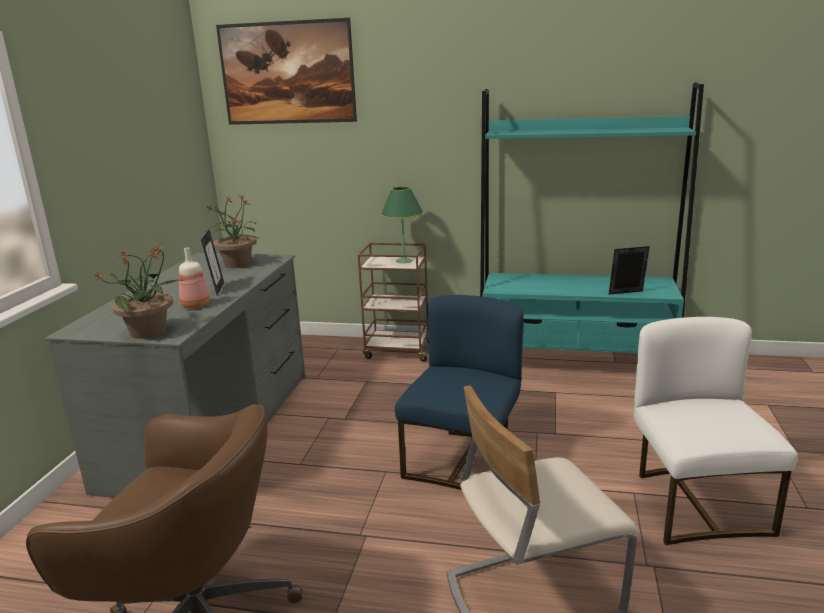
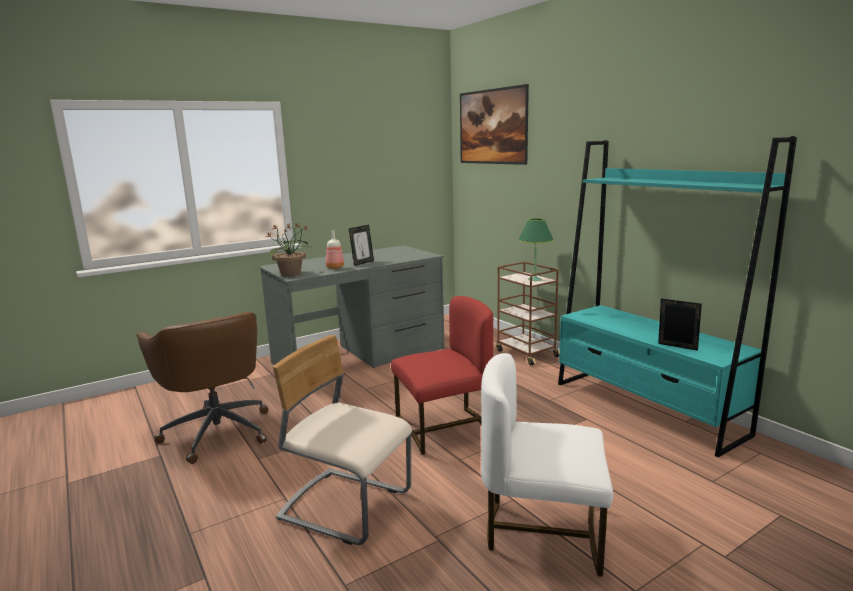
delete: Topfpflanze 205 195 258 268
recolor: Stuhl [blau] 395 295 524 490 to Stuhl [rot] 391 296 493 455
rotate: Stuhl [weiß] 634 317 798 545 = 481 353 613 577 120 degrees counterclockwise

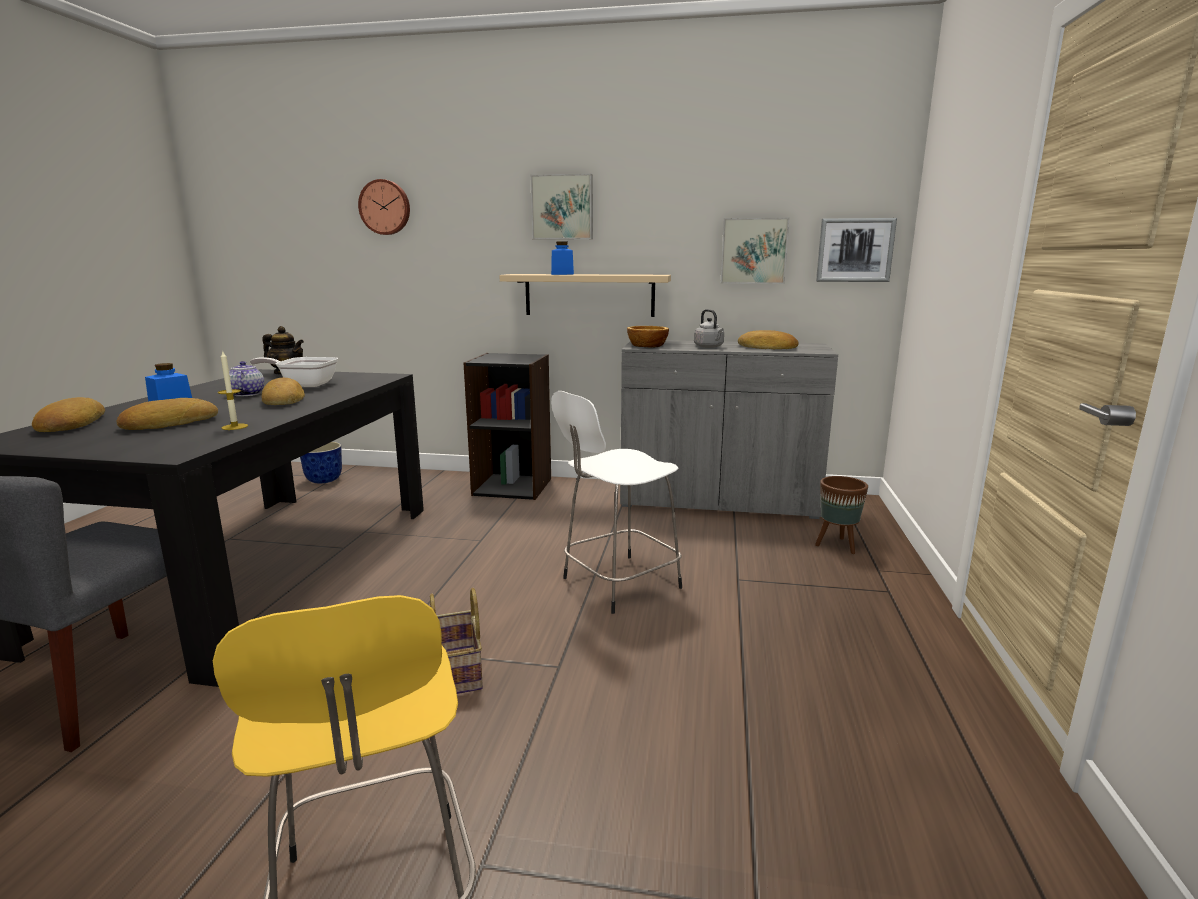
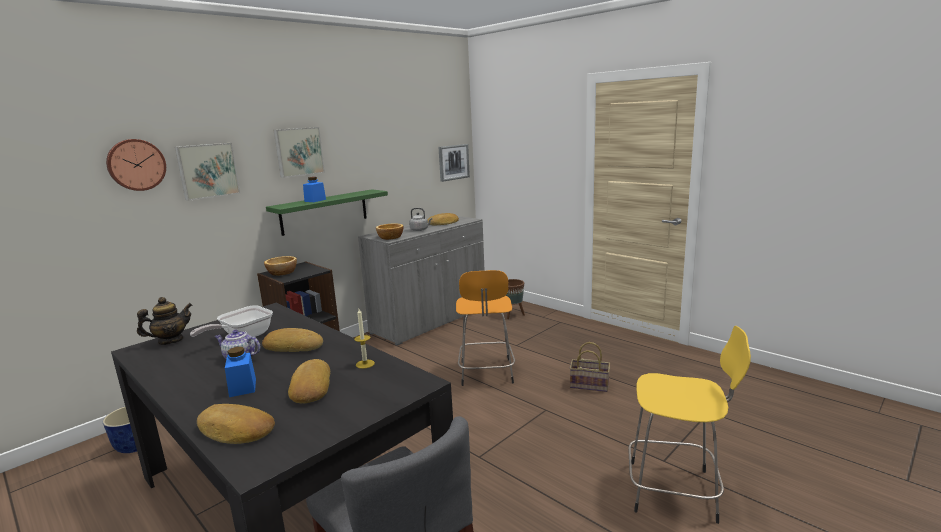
insert: Schüssel 264 256 297 276
move: Korb 430 588 483 694 to 569 342 610 392; Bild 720 218 789 284 to 175 143 240 201
recolor: Wandregal [beige] 499 274 671 317 to Wandregal [grün] 266 189 388 236; Hocker [weiß] 551 391 682 614 to Hocker [orange] 456 270 515 386

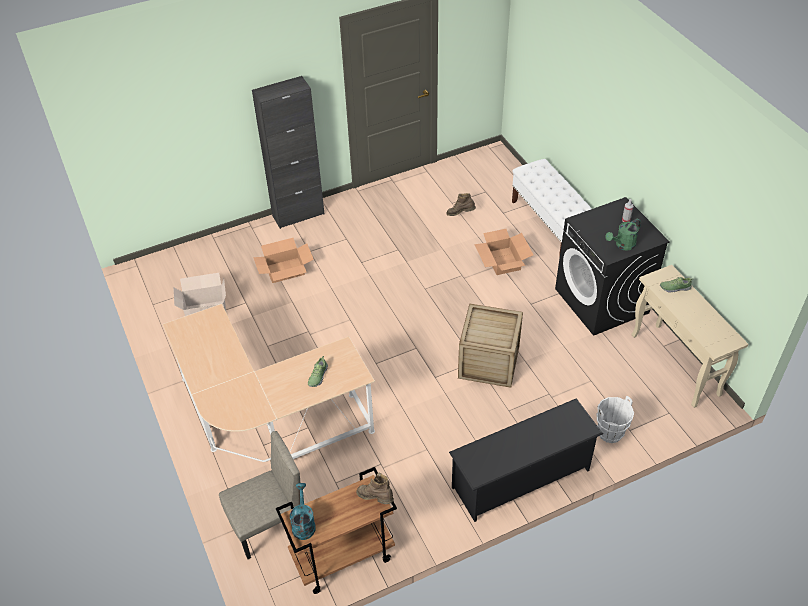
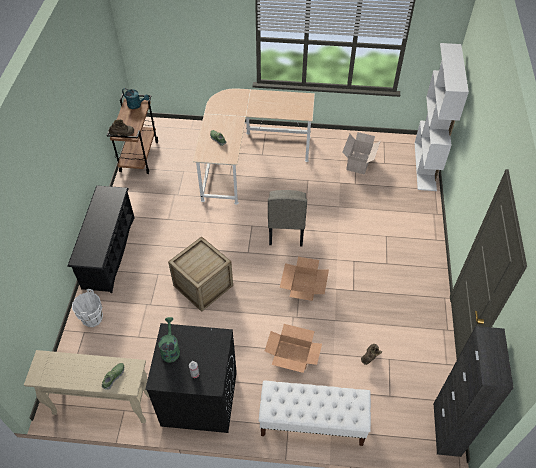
insert: Bücherregal [weiß] 415 43 469 191
move: Stuhl [beige] 219 431 300 559 to 268 190 307 246; Schrank [schwarz] 252 76 324 229 to 433 326 514 457; Karton 253 238 314 283 to 280 257 329 301

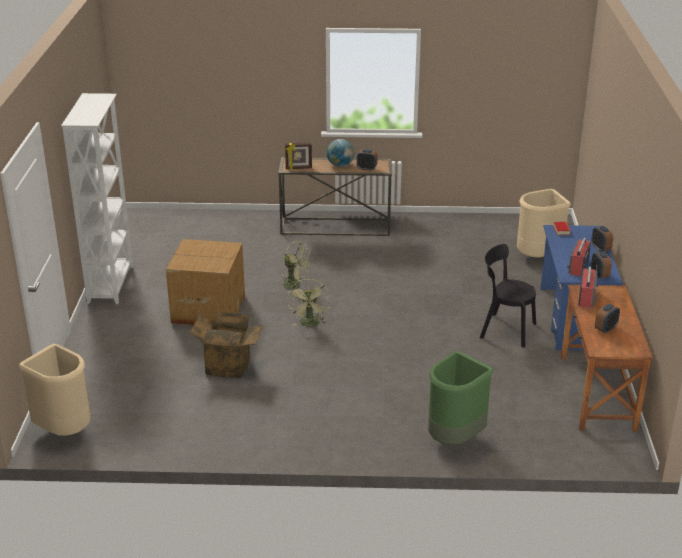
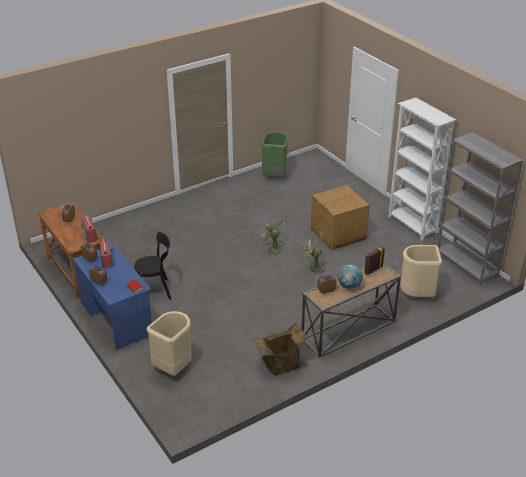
insert: Bücherregal [grau] 437 132 523 286
move: Mülleimer [beige] 19 344 91 436 to 400 245 442 297; Karton 189 312 264 378 to 252 322 308 376; Mülleimer [grün] 428 351 493 445 to 261 131 288 177

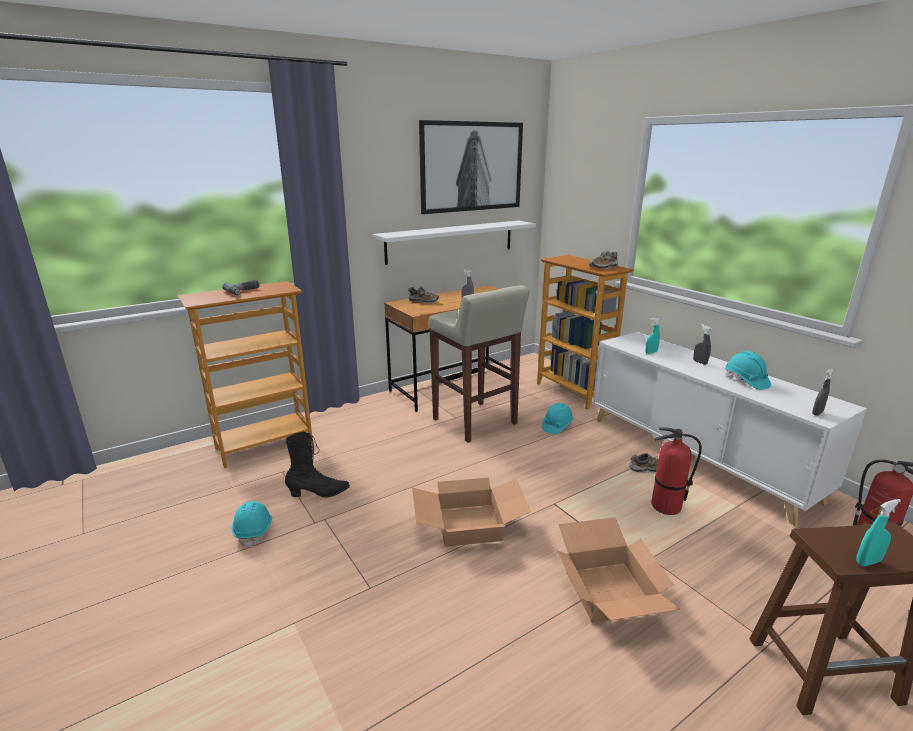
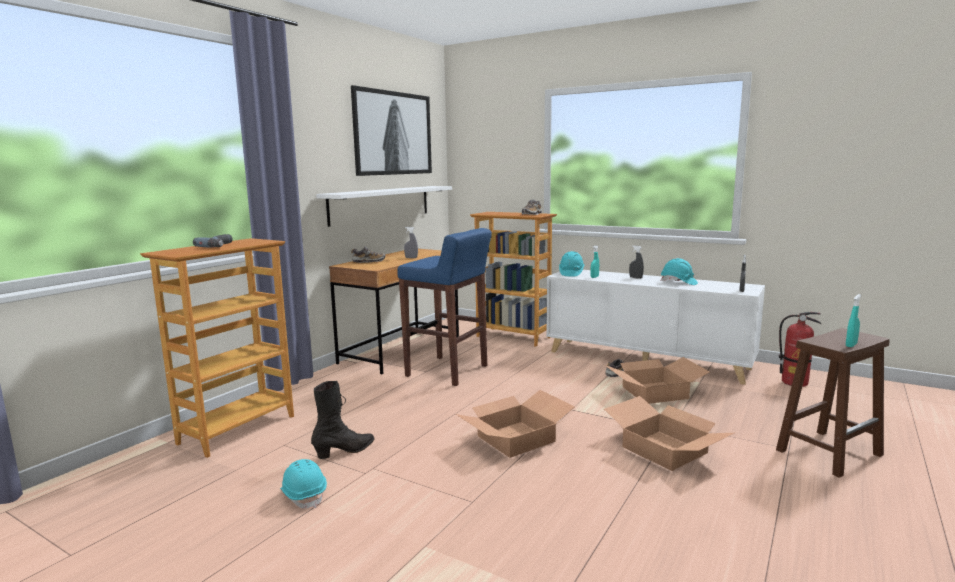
move: Schutzhelm [türkis] 542 403 574 435 to 559 251 585 276
replace: Feuerlöscher 651 427 702 515 to Karton 605 357 710 404
recolor: Hocker [beige] 428 285 530 443 to Hocker [blau] 397 228 492 386

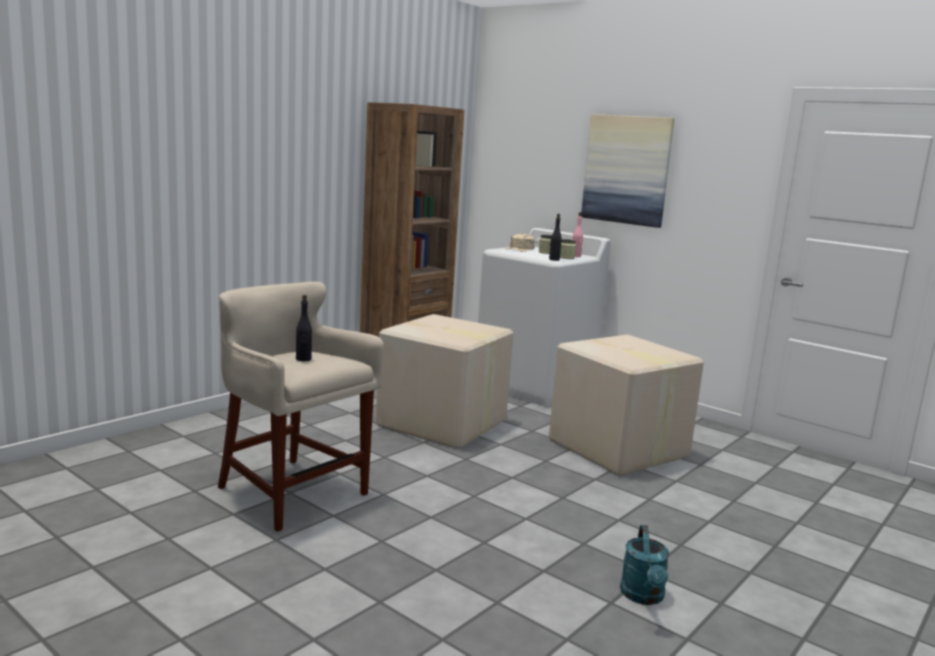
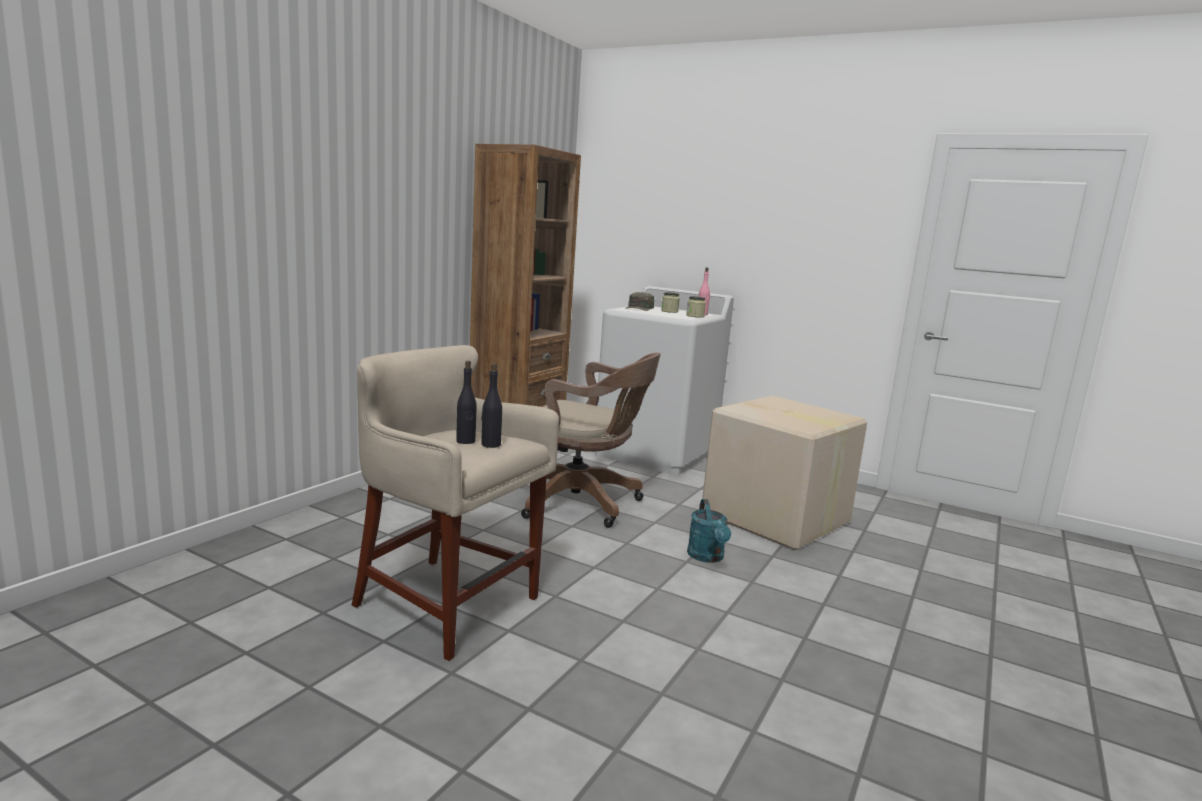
delete: Bild 581 114 675 228
move: Flasche [schwarz] 549 214 562 261 to 481 363 502 448; Gießkanne [türkis] 620 525 670 605 to 687 499 731 563
replace: Karton 376 314 513 449 to Bürostuhl [braun] 521 353 661 528
recolor: Kappe [beige] 506 234 535 252 to Kappe [grün] 625 292 654 311

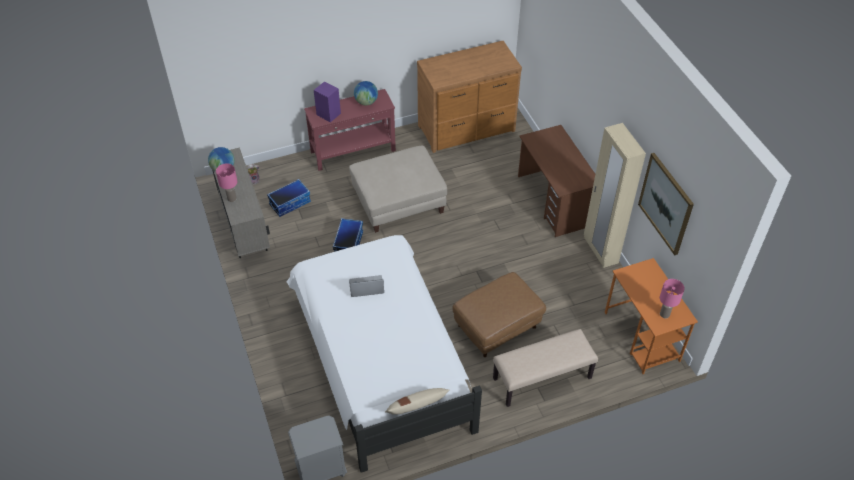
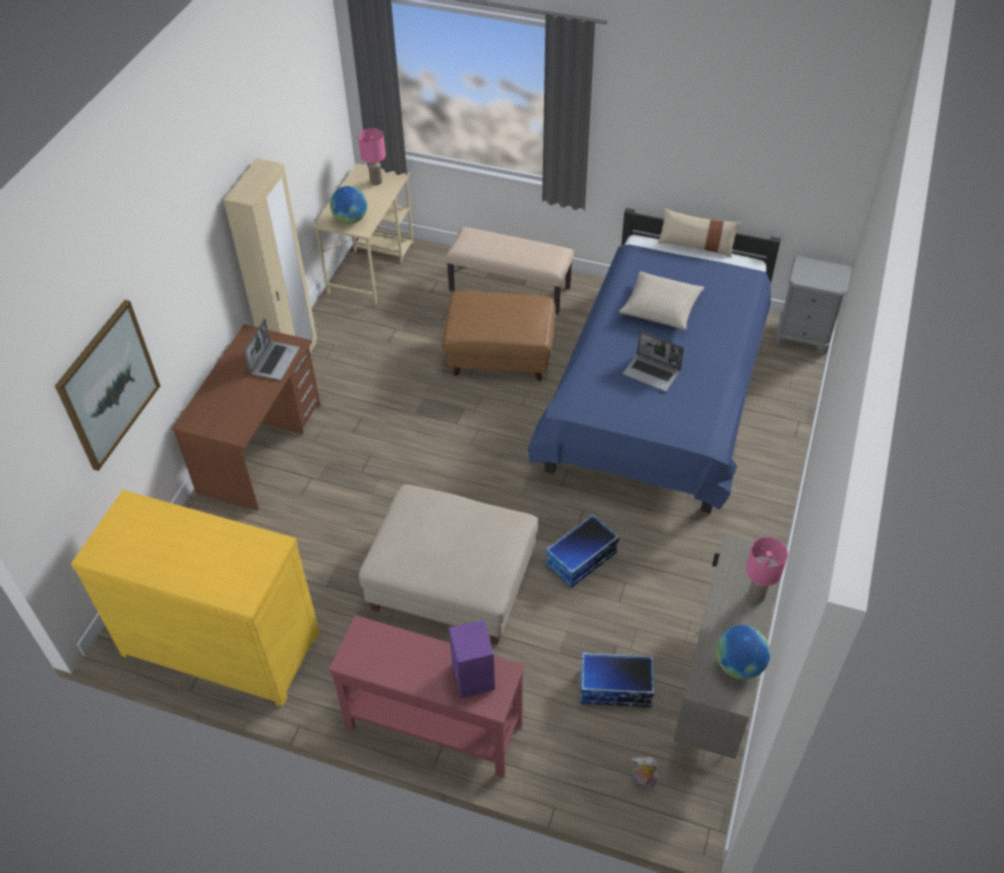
insert: Laptop 244 318 300 380; Kissen [beige] 619 271 704 330
move: Globus 354 81 378 105 to 330 186 367 224; Bild 638 153 694 255 to 55 300 160 471
recolor: Bett [weiß] 286 235 482 473 to Bett [blau] 528 208 781 513; Kommode [braun] 417 41 522 153 to Kommode [gelb] 71 490 320 707; Schreibtisch [orange] 605 258 698 374 to Schreibtisch [beige] 312 163 414 305

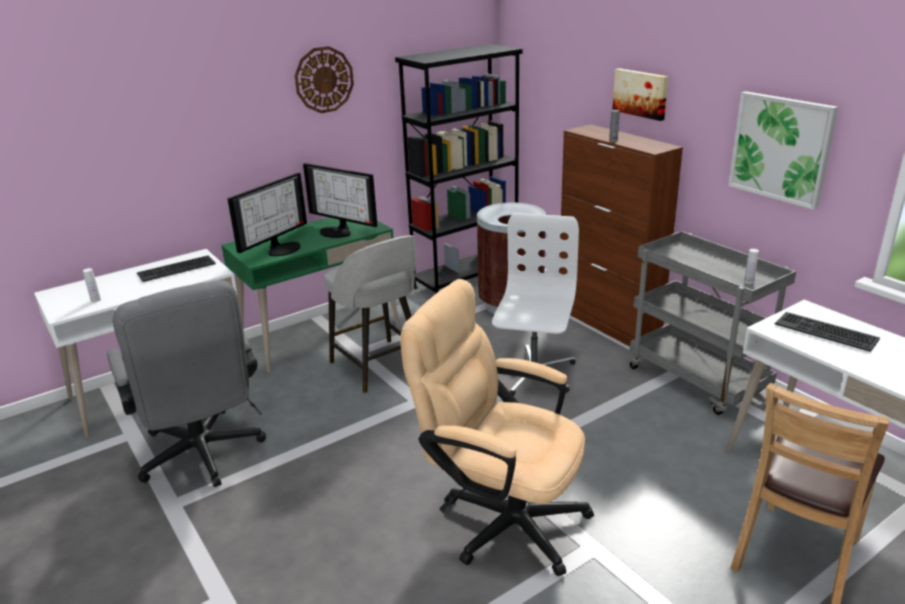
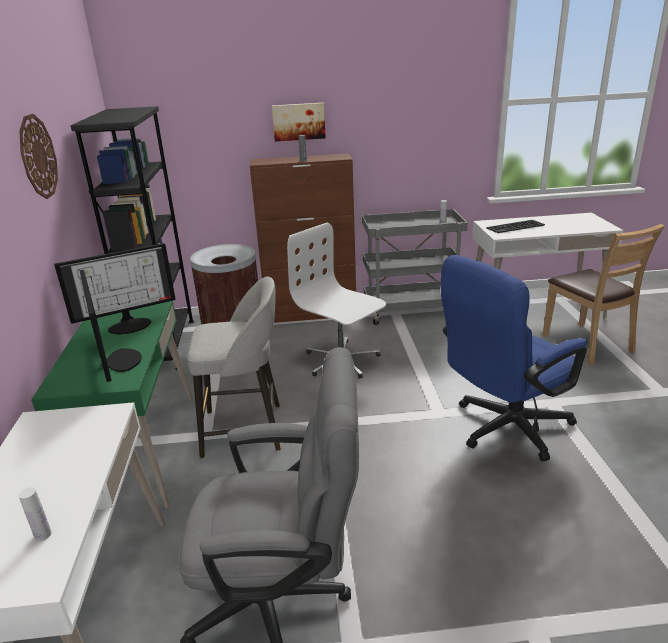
delete: Tastatur 137 255 216 282; Bild 728 91 838 210
recolor: Bürostuhl [beige] 400 279 594 576 to Bürostuhl [blau] 441 255 587 461

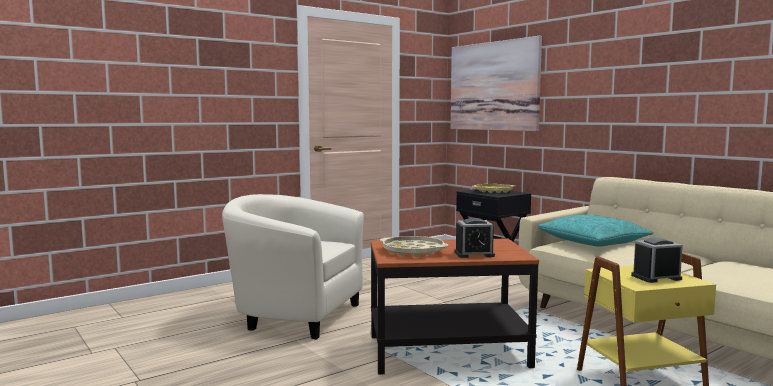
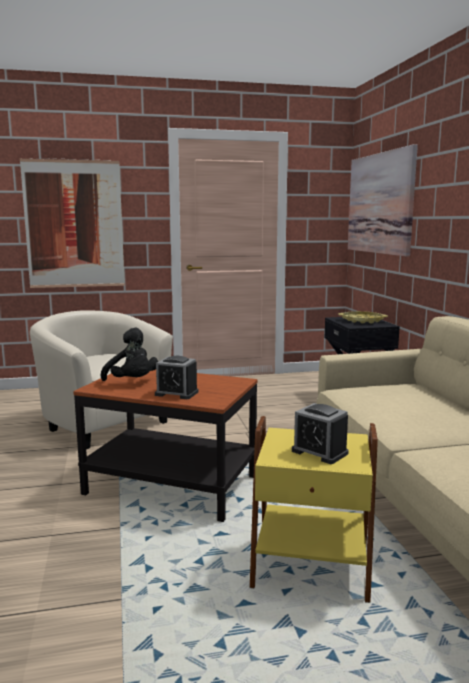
delete: Kissen [türkis] 538 214 653 246
insert: Bild 20 158 125 288
replace: Tablett [beige] 380 236 449 257 to Plüschtier [schwarz] 100 328 158 381
rotate: Wecker 631 237 683 283 = 292 403 349 464 150 degrees counterclockwise

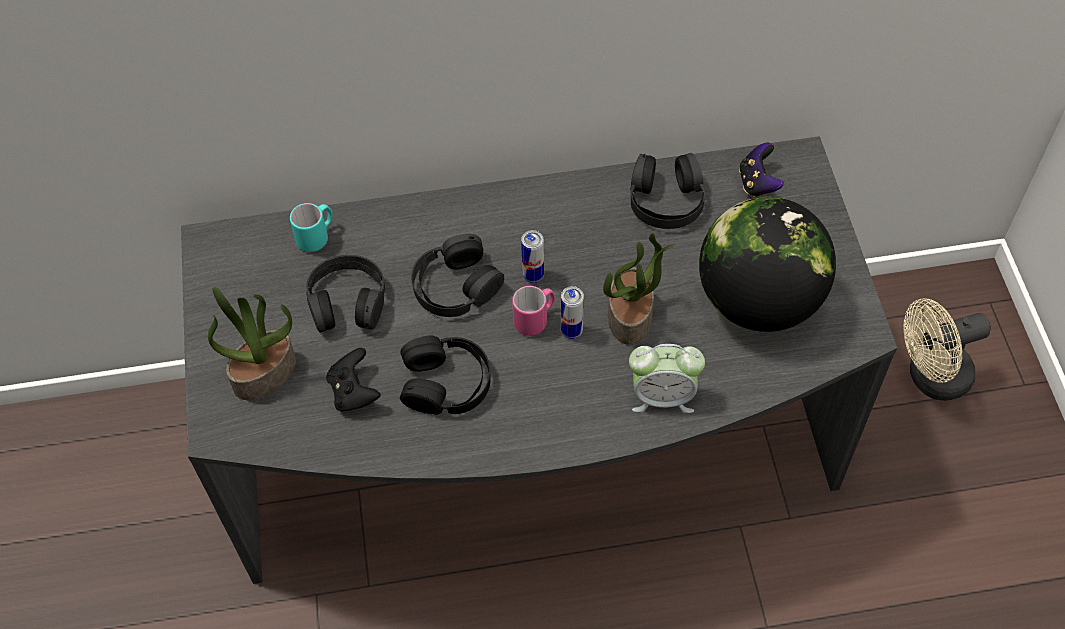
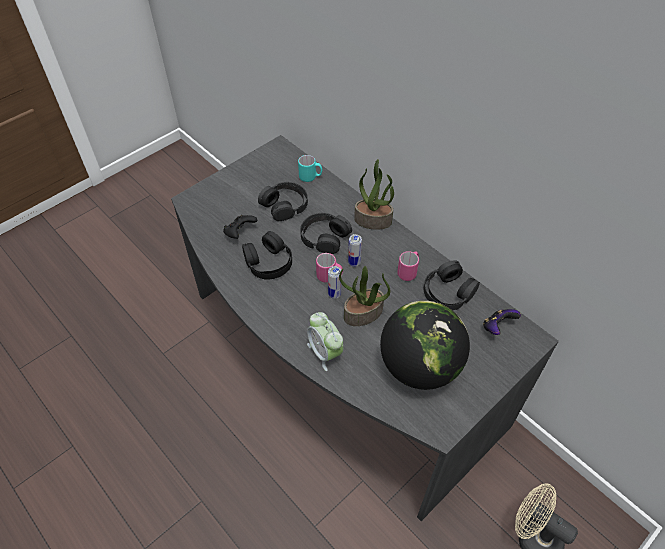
insert: Henkelbecher [rosa] 397 251 419 281
move: Topfpflanze 208 287 296 400 to 354 159 394 230

